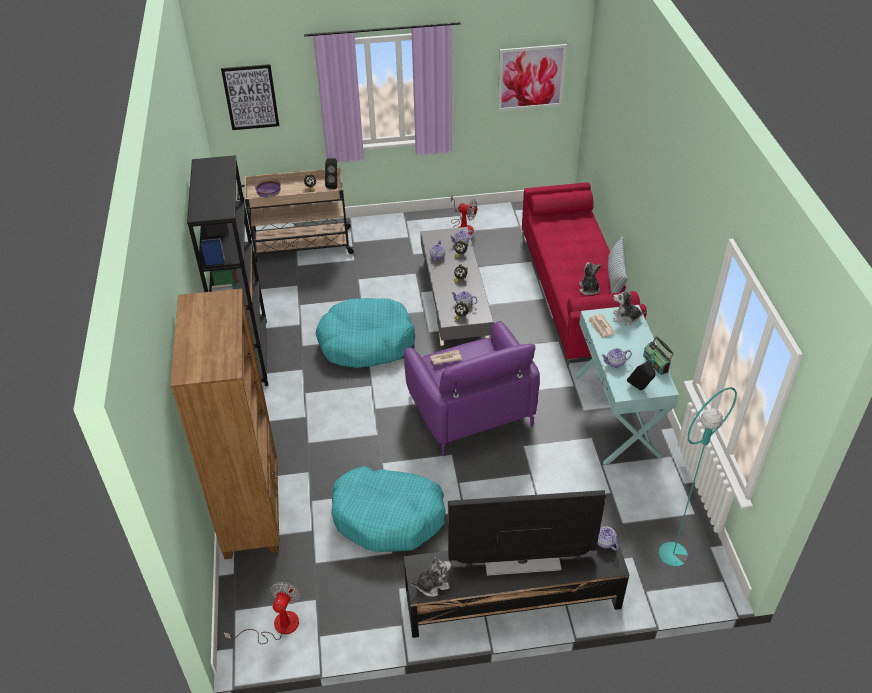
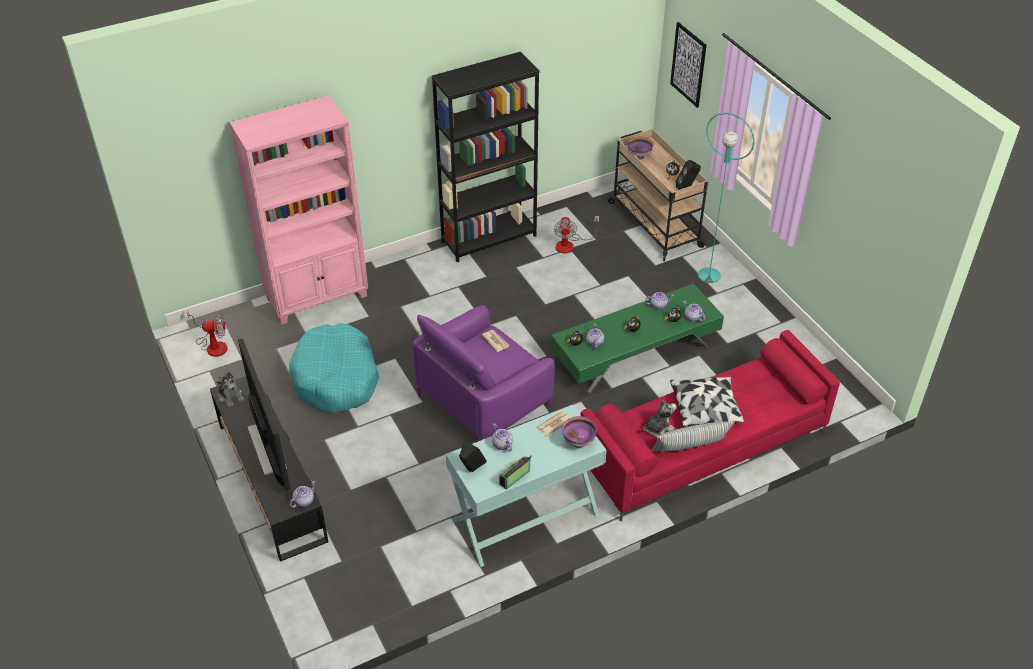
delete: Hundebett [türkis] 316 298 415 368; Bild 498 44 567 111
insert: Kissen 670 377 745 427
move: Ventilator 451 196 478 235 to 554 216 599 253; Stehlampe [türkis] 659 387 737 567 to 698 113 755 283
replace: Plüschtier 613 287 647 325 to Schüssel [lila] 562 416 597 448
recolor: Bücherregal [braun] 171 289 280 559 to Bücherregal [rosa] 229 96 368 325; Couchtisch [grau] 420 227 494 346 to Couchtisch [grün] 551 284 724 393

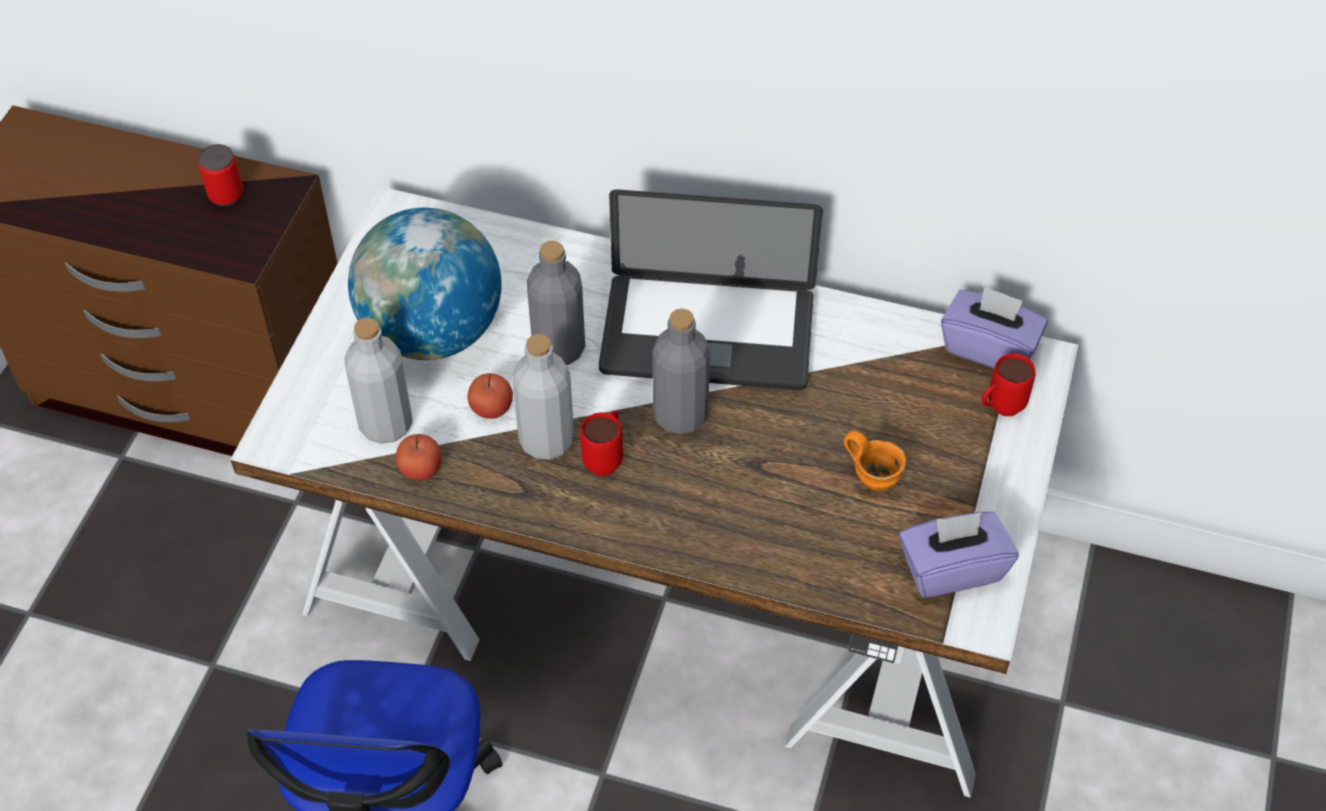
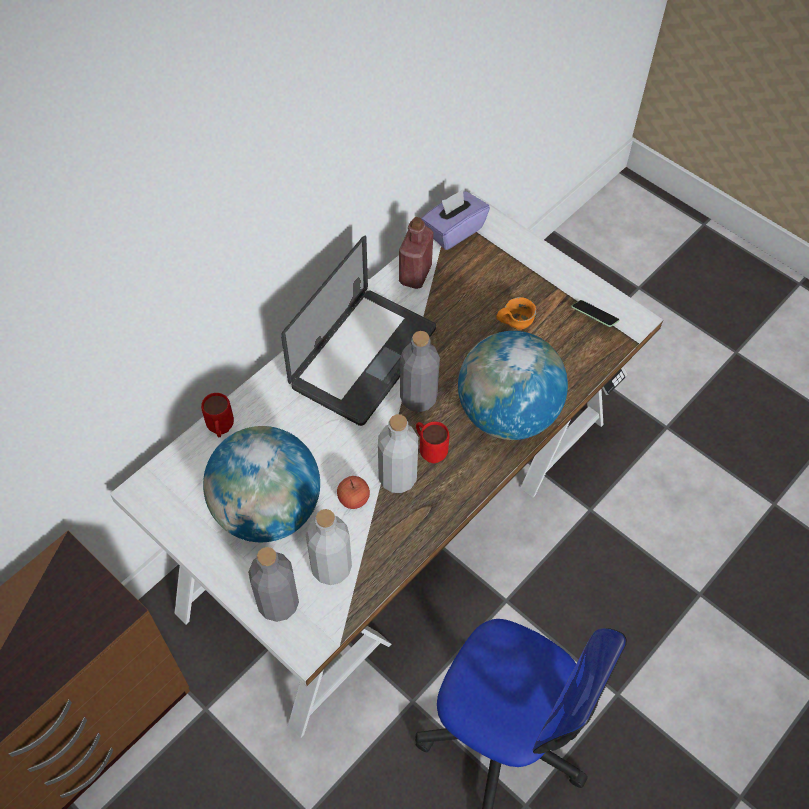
delete: Dose 198 144 243 206; Apfel 396 434 442 481
insert: Flasche [rot] 399 217 434 289; Globus 458 331 568 440
move: Flasche [grau] 526 240 585 365 to 248 547 299 622; Henkelbecher [rot] 981 353 1035 416 to 201 393 234 438
replace: Taschentuchbox [lila] 899 512 1019 598 to Handy 571 300 620 327

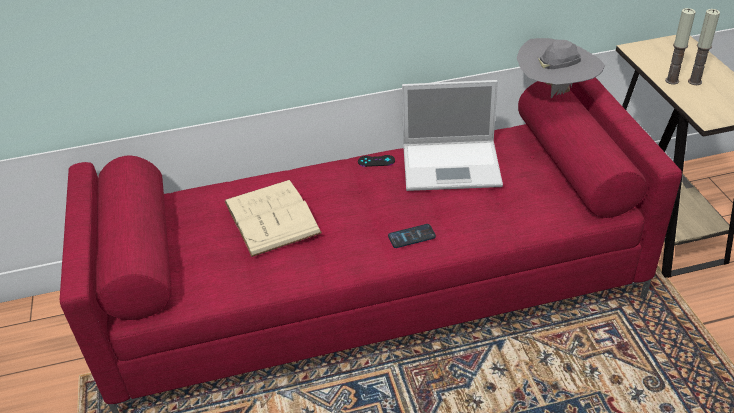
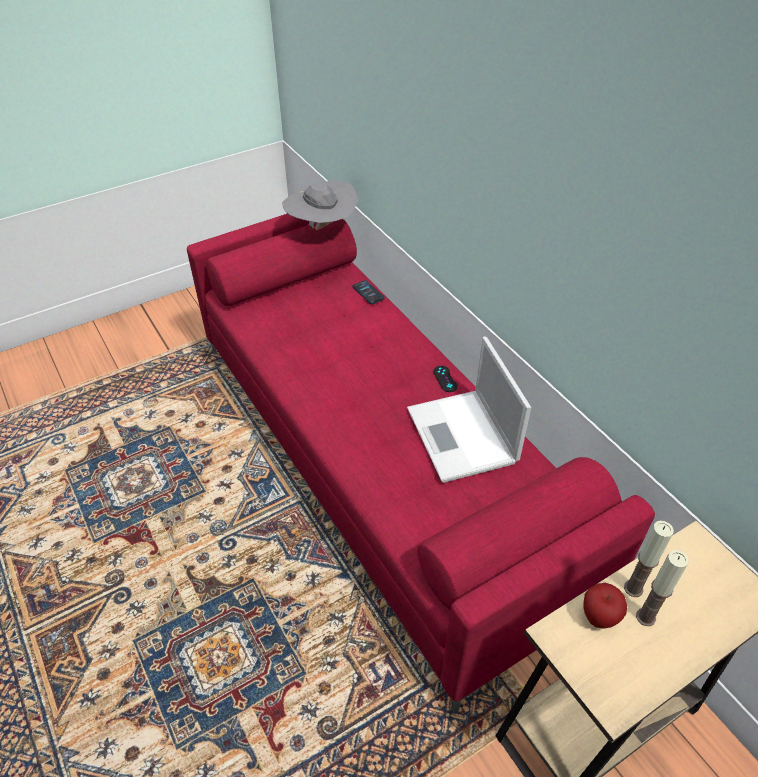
delete: Buch [beige] 225 180 322 257
insert: Apfel 583 583 627 629
move: Handy 388 224 436 248 to 352 280 385 304; Hut [grau] 517 38 605 98 to 282 181 358 230

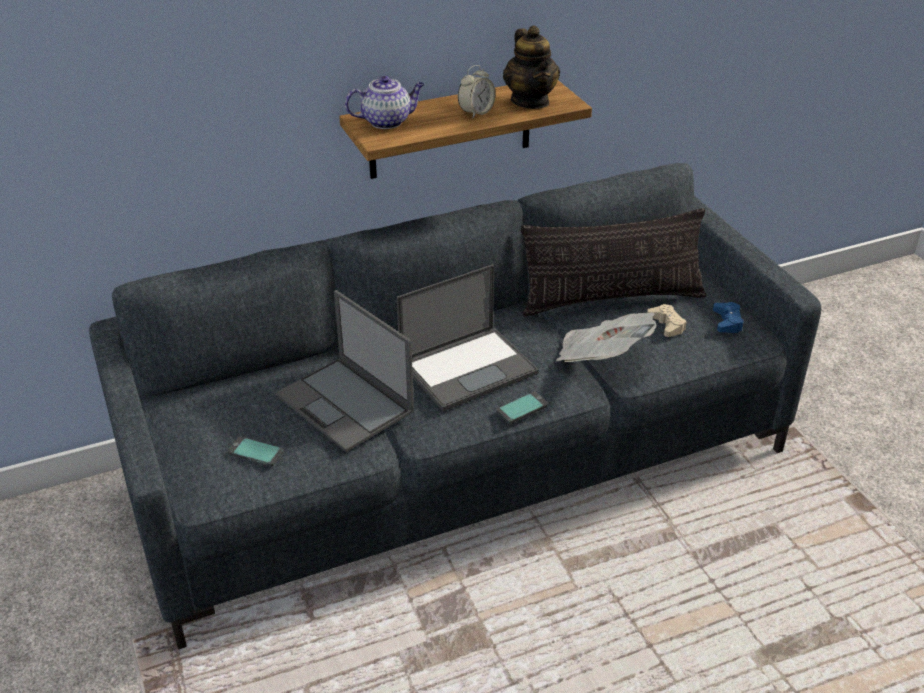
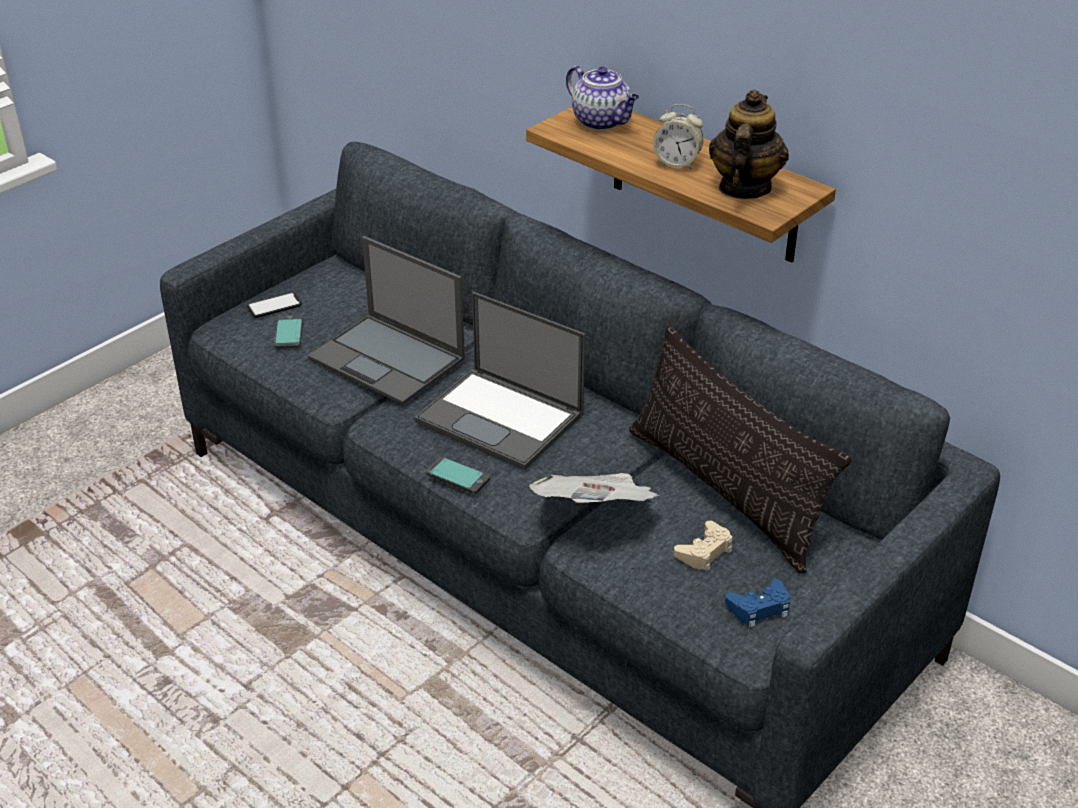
insert: Handy 247 292 302 318
rotate: Laptop 275 290 414 452 = 308 236 465 405 75 degrees counterclockwise; Teekanne 503 26 560 109 = 709 90 789 199 150 degrees clockwise

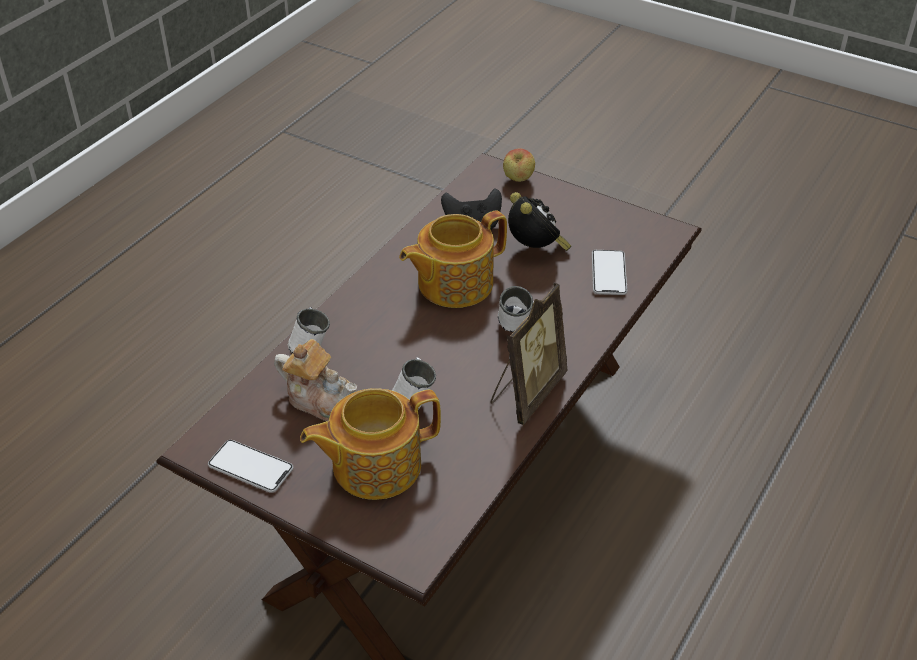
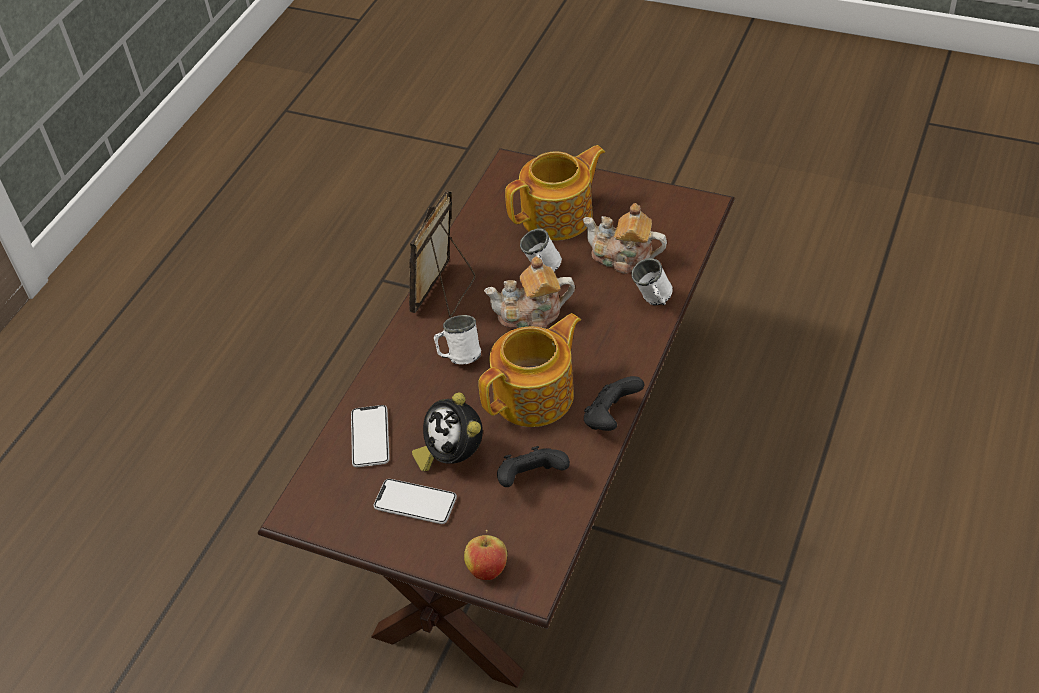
insert: Teekanne 484 256 575 329; Gamepad [schwarz] 584 376 644 431
move: Handy 208 440 294 493 to 374 479 457 524

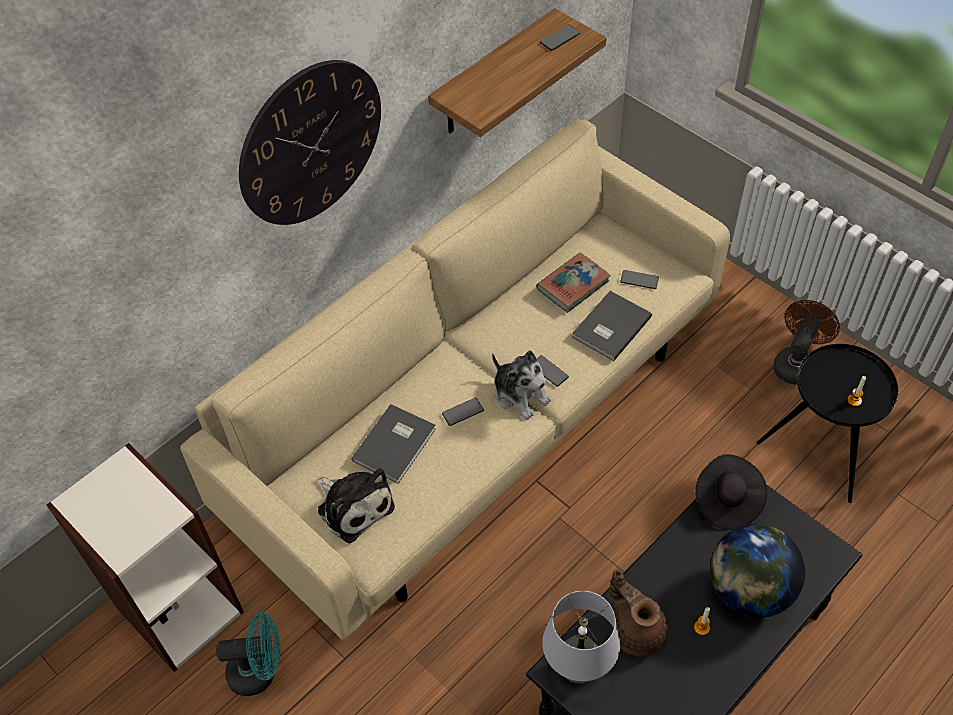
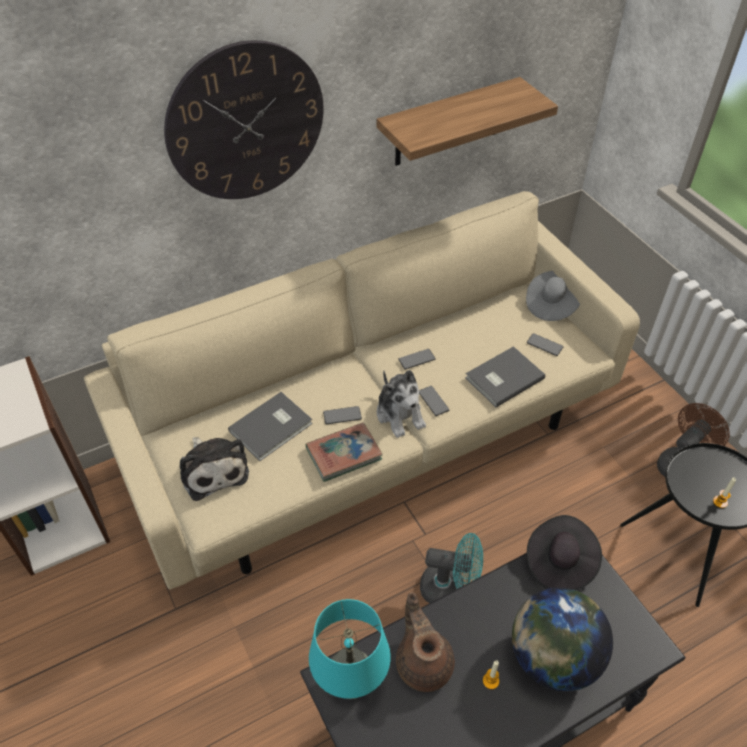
insert: Hut [grau] 526 271 580 321
move: Ventilator [türkis] 216 612 280 696 to 420 533 483 603; Buch 536 253 611 313 to 306 422 383 482; Handy 540 24 580 51 to 398 349 436 369
recolor: Tischlampe [grau] 542 591 620 683 to Tischlampe [türkis] 309 599 391 699

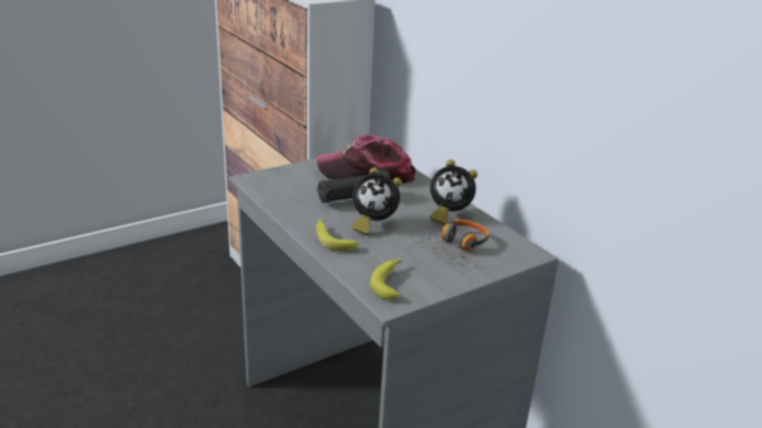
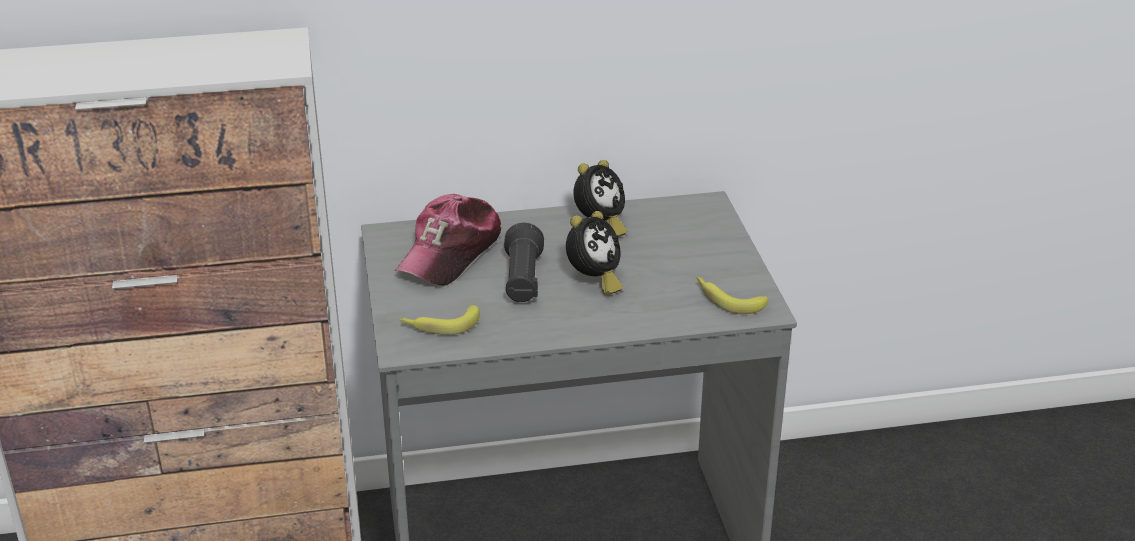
delete: Kopfhörer 410 220 489 260
move: Banane 316 218 359 251 to 399 305 480 335

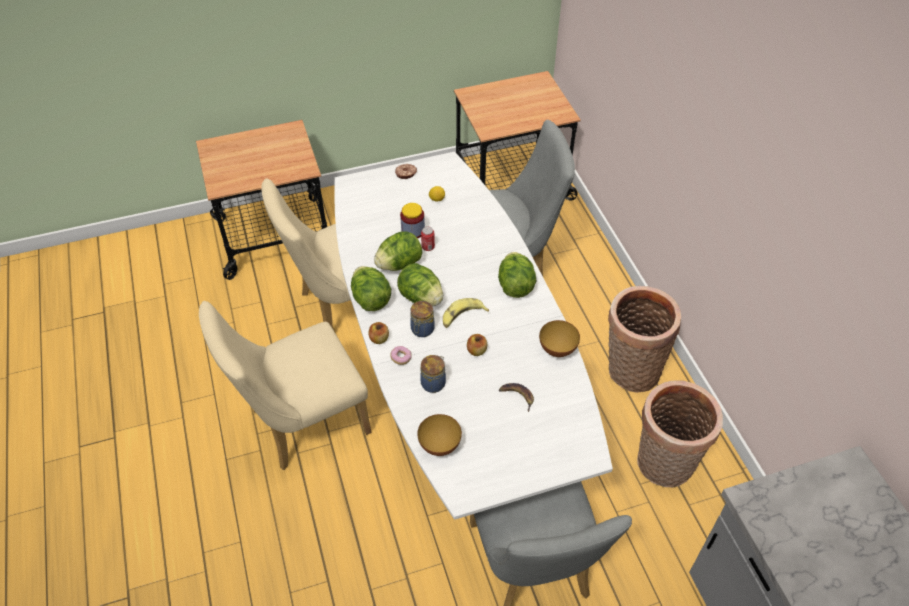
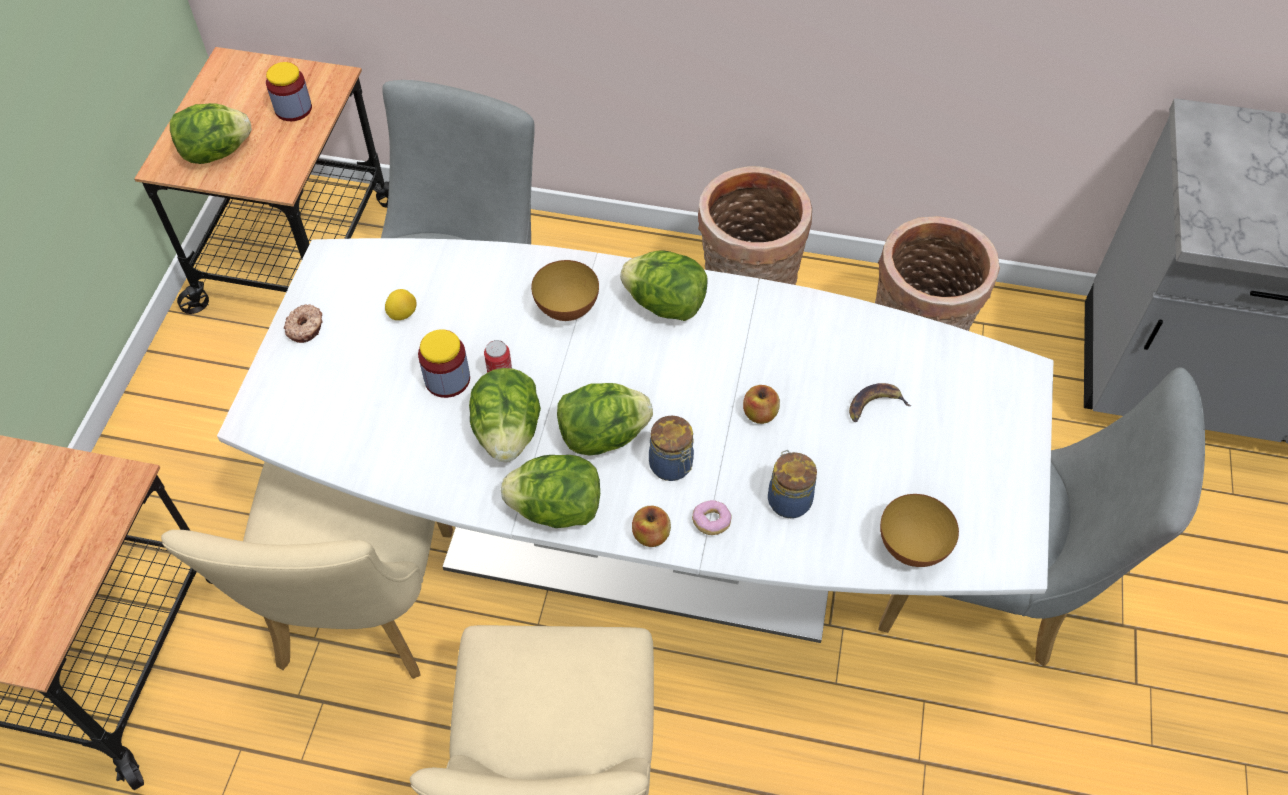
delete: Banane 443 298 489 328
insert: Salatkopf 170 103 252 164; Vorratsglas 266 62 312 121
move: Schüssel 539 320 580 357 to 531 260 599 321

